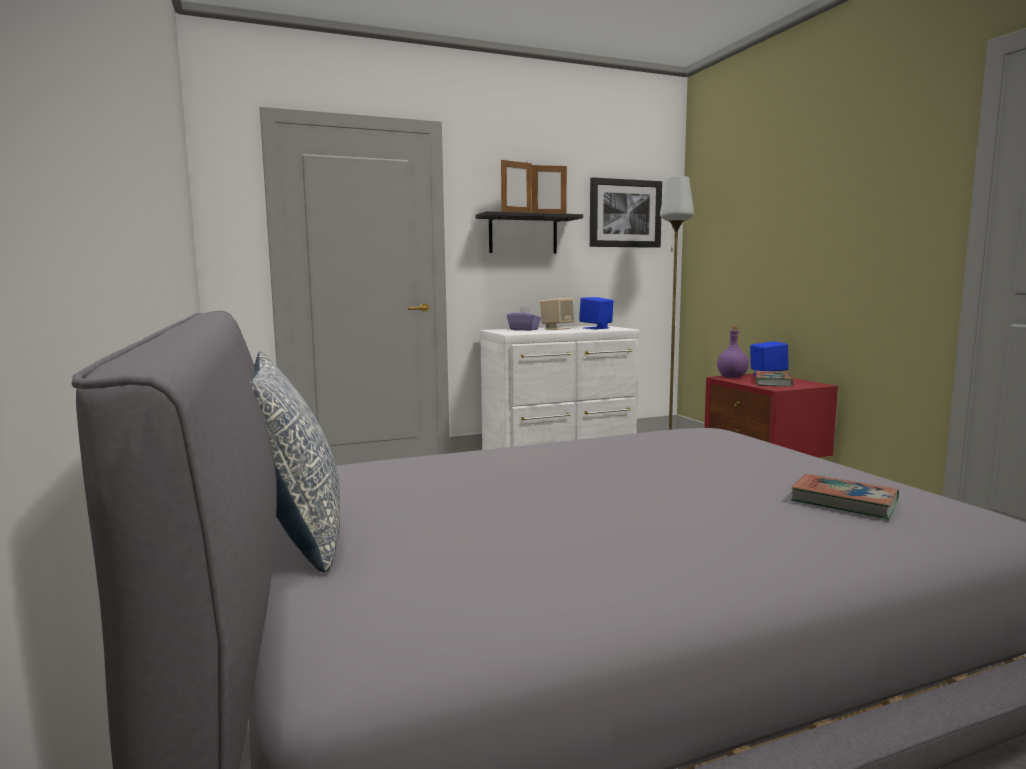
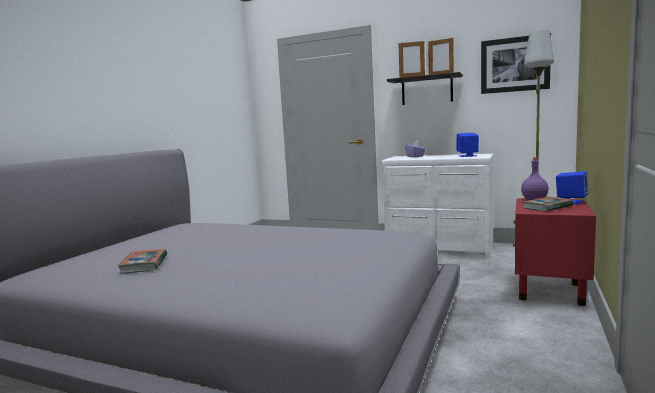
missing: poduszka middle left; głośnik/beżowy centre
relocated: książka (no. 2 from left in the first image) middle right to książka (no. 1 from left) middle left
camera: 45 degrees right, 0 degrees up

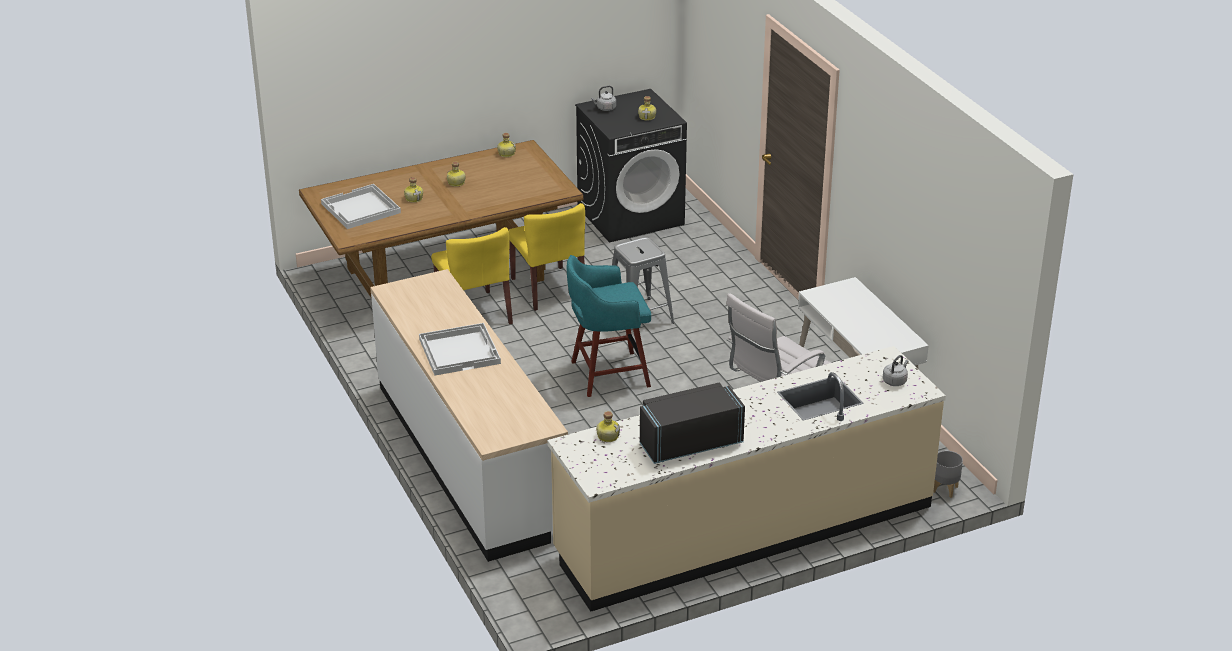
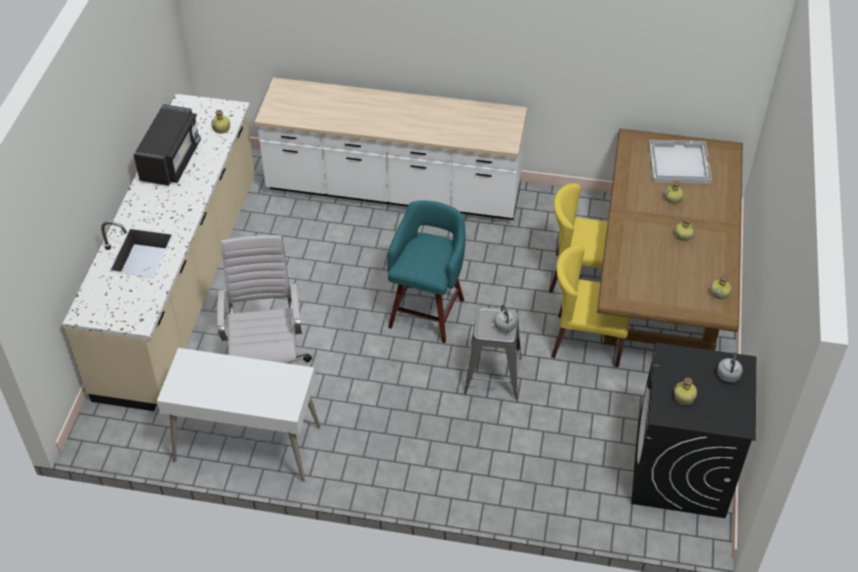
missing: taca/biały (no. 2 from left) centre; donica/szary bottom right
relocated: czajnik/szary (no. 2 from left in the first image) middle right to czajnik/szary (no. 1 from left) centre
camera: 125 degrees right, 15 degrees up

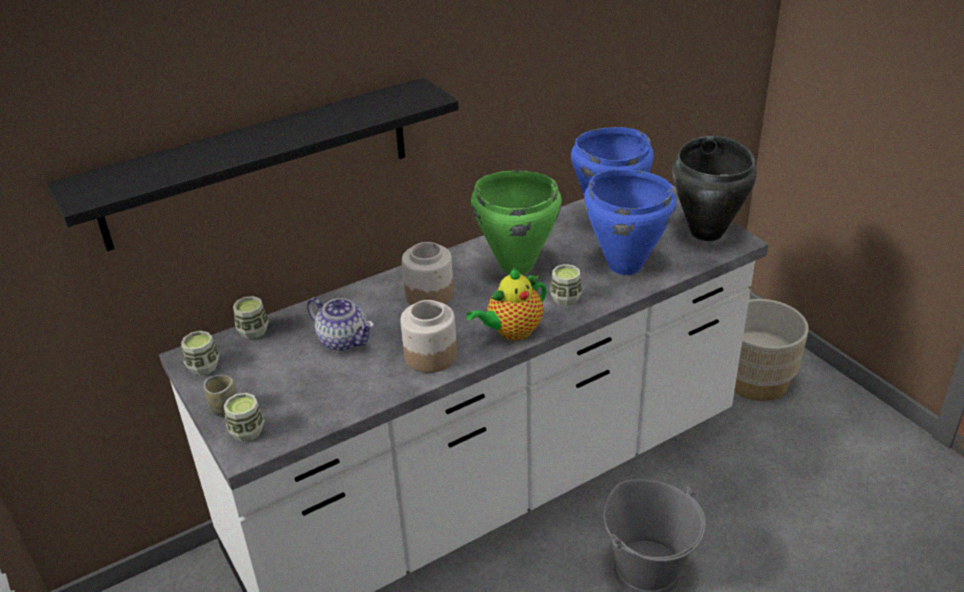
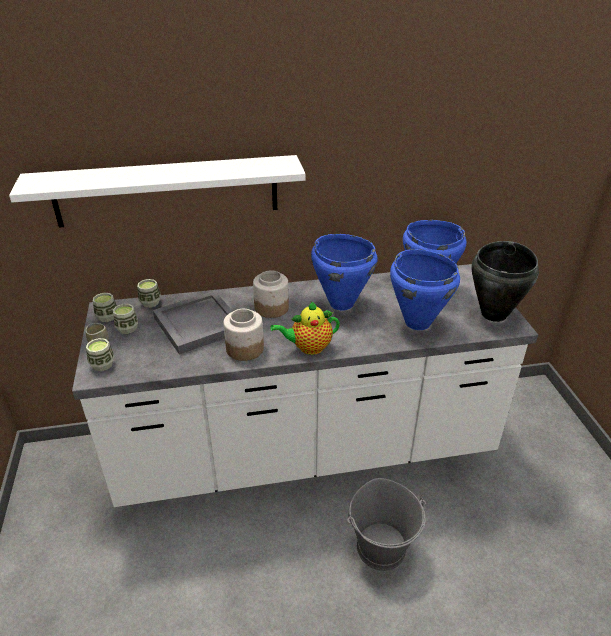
missing: donica/beżowy middle right
relocated: filiżanka (no. 5 from left in the first image) centre to filiżanka (no. 4 from left) middle left
exchanged: imbryk (no. 1 from left) centre to taca/szary middle left
colour: półka/czarny top left to półka/biały top left; garnek/zielony centre to garnek/niebieski (no. 1 from left) centre
camera: 20 degrees right, 0 degrees up

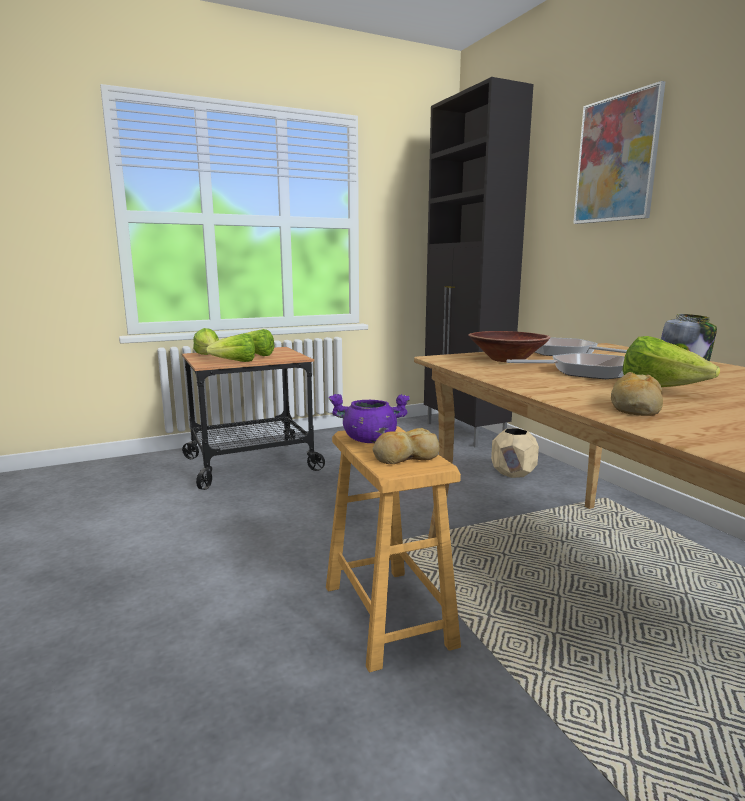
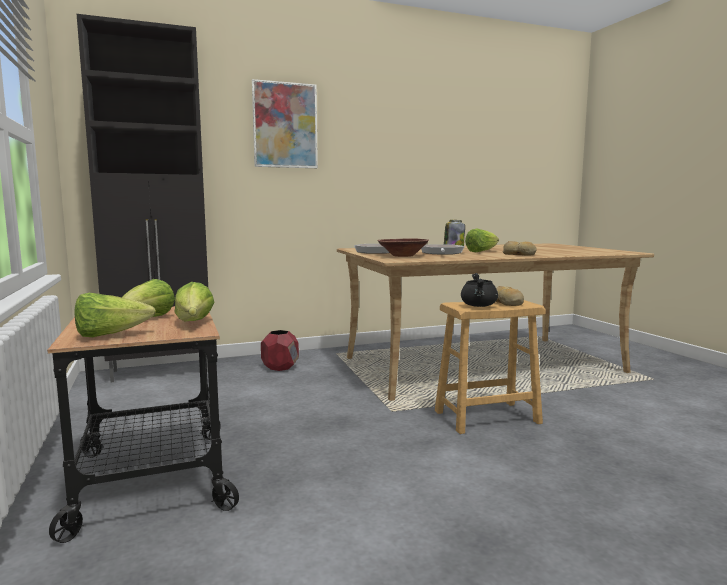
colour: garnek/fioletowy centre to garnek/czarny centre; donica/beżowy middle right to donica/czerwony centre
camera: 85 degrees left, 5 degrees down

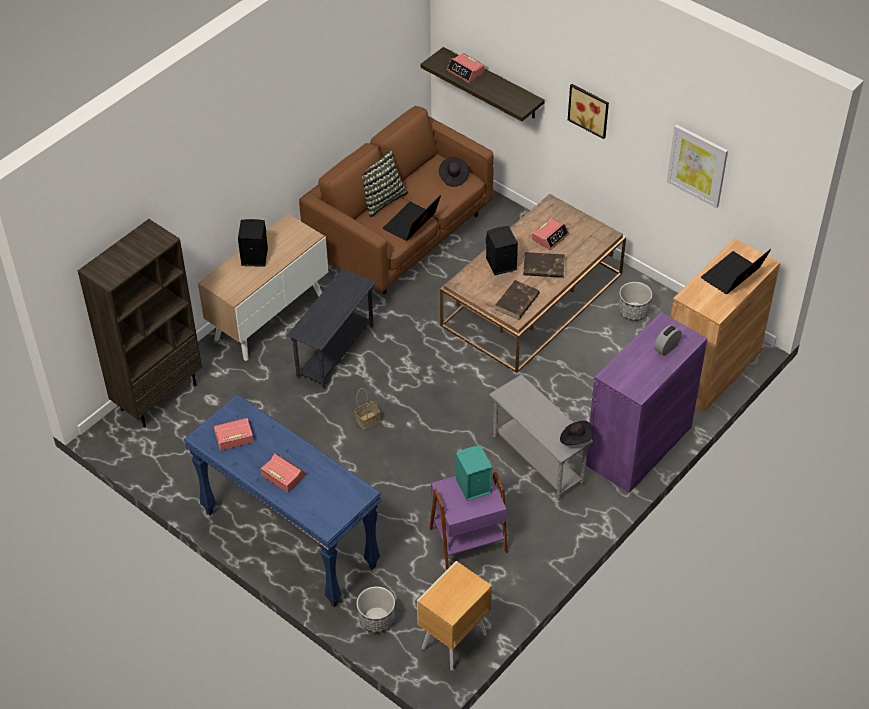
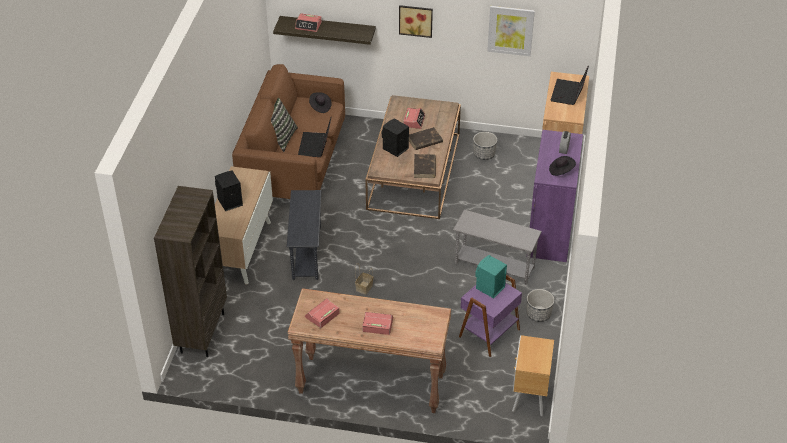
relocated: donica (no. 1 from left in the first image) bottom centre to donica (no. 2 from left) bottom right; kapelusz/czarny (no. 2 from left) centre to middle right
colour: stolik konsolowy/niebieski bottom left to stolik konsolowy/brązowy bottom centre
camera: 30 degrees left, 5 degrees down

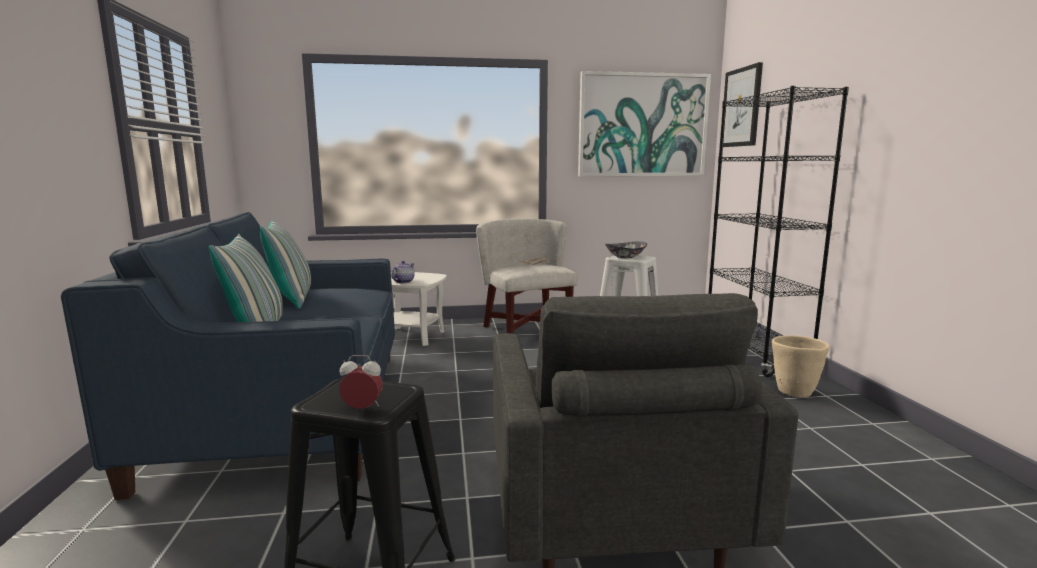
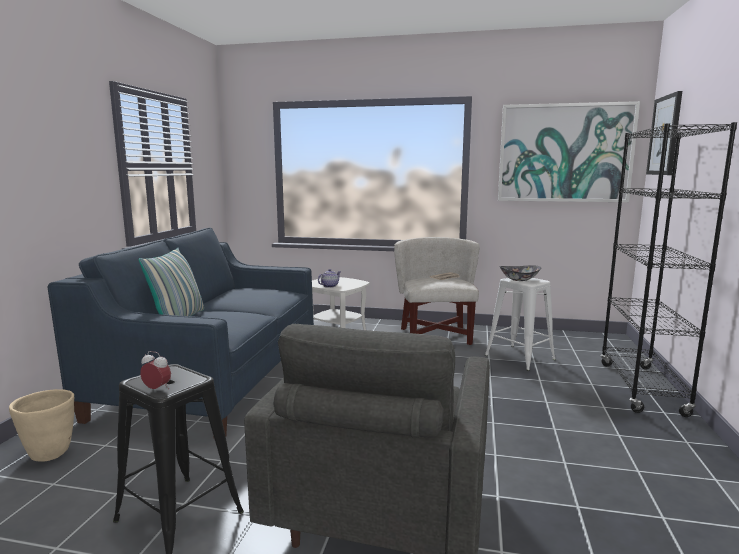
missing: poduszka (no. 2 from left) middle left
relocated: donica/beżowy middle right to bottom left
camera: 20 degrees right, 0 degrees up

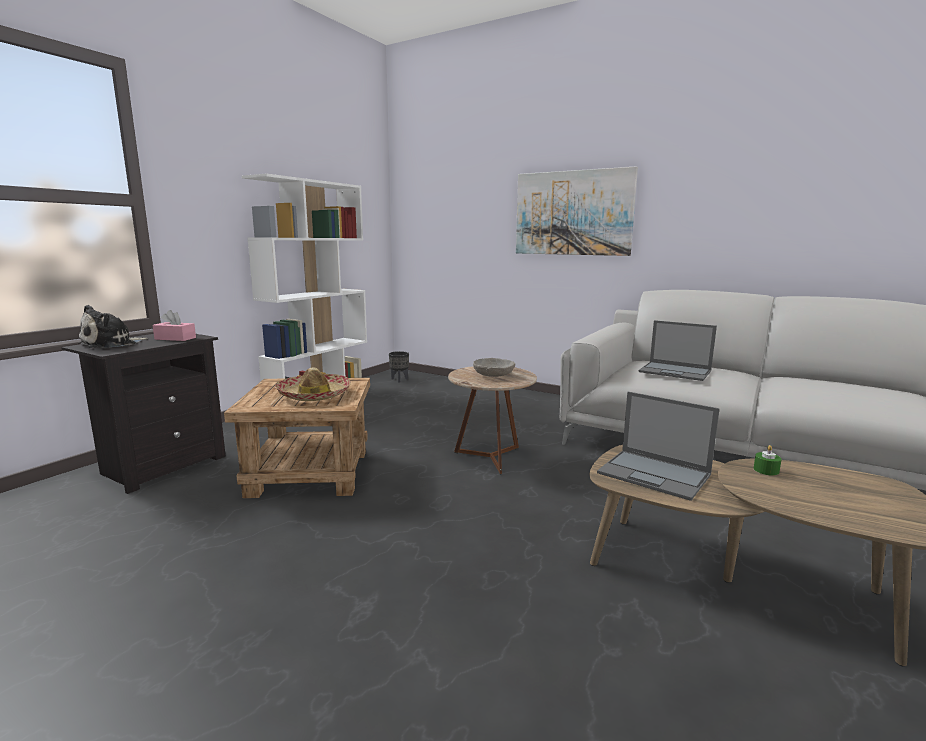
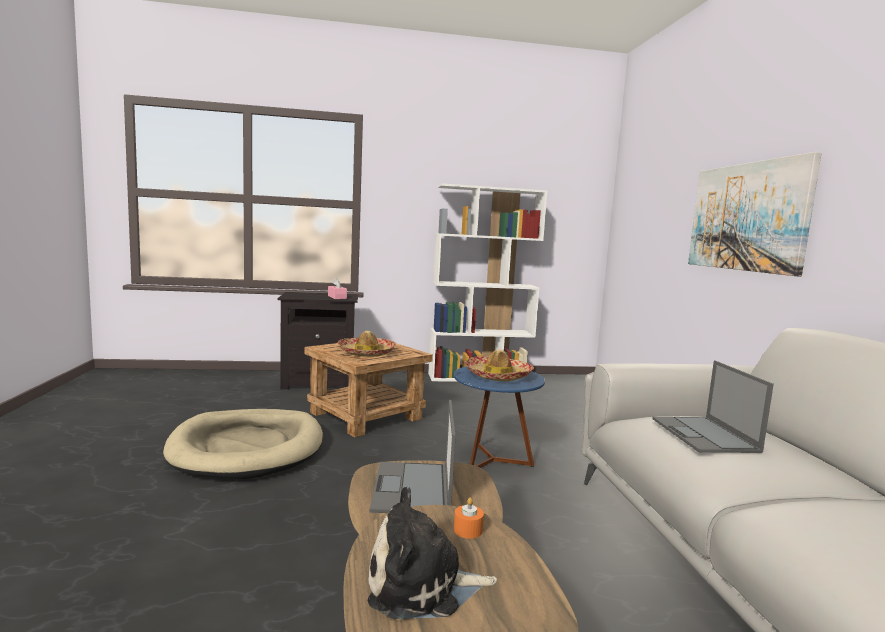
missing: donica/czarny centre
appeared: legowisko/beżowy bottom left
relocated: pluszak middle left to bottom centre
exchanged: miska/szary centre to kapelusz (no. 2 from left) centre
colour: stolik/brązowy (no. 2 from left) centre to stolik/niebieski centre; świeca/zielony middle right to świeca/pomarańczowy bottom centre
camera: 50 degrees right, 5 degrees down

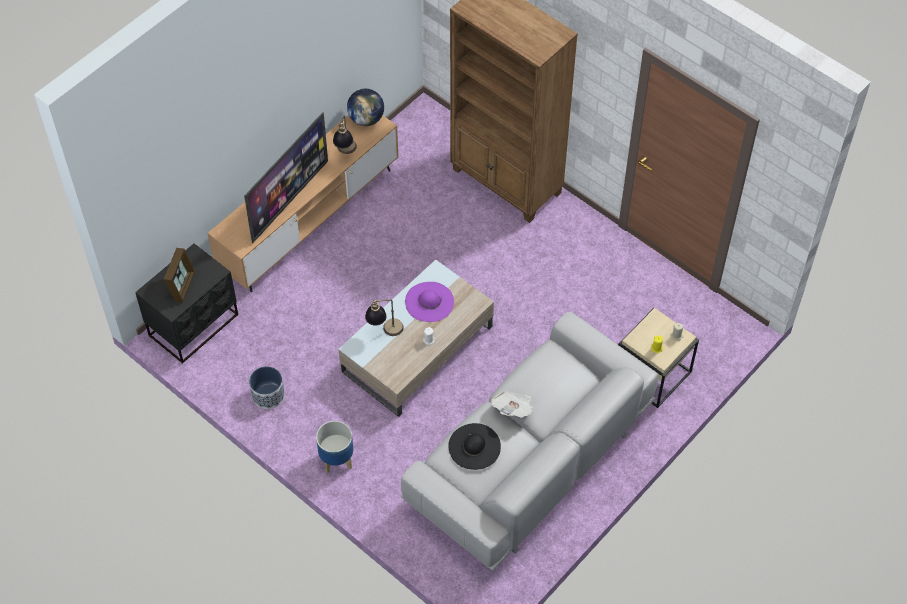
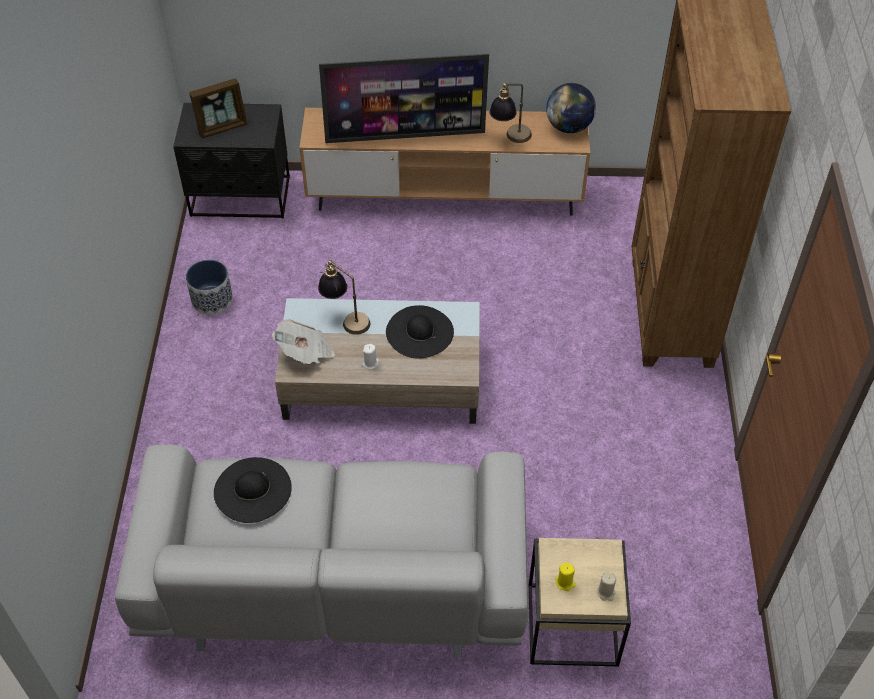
missing: donica (no. 2 from left) bottom centre
relocated: gazeta bottom centre to centre
colour: kapelusz/fioletowy centre to kapelusz/czarny (no. 2 from left) centre
camera: 50 degrees right, 5 degrees down

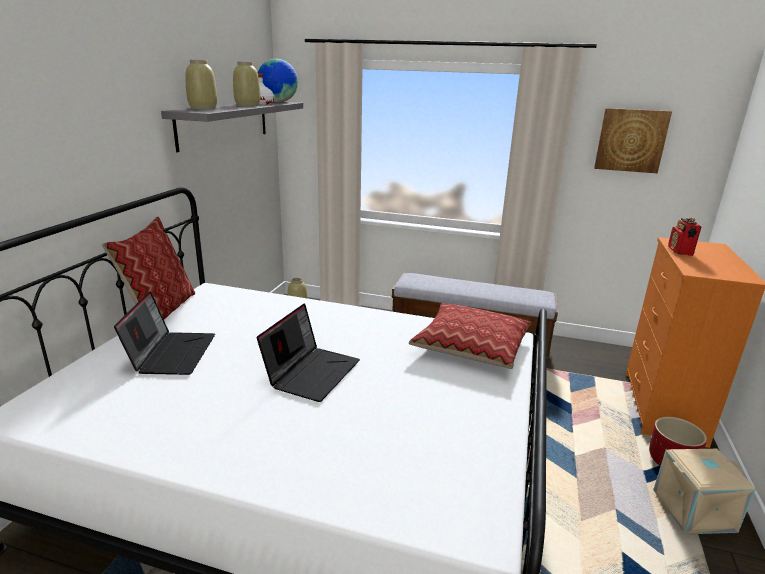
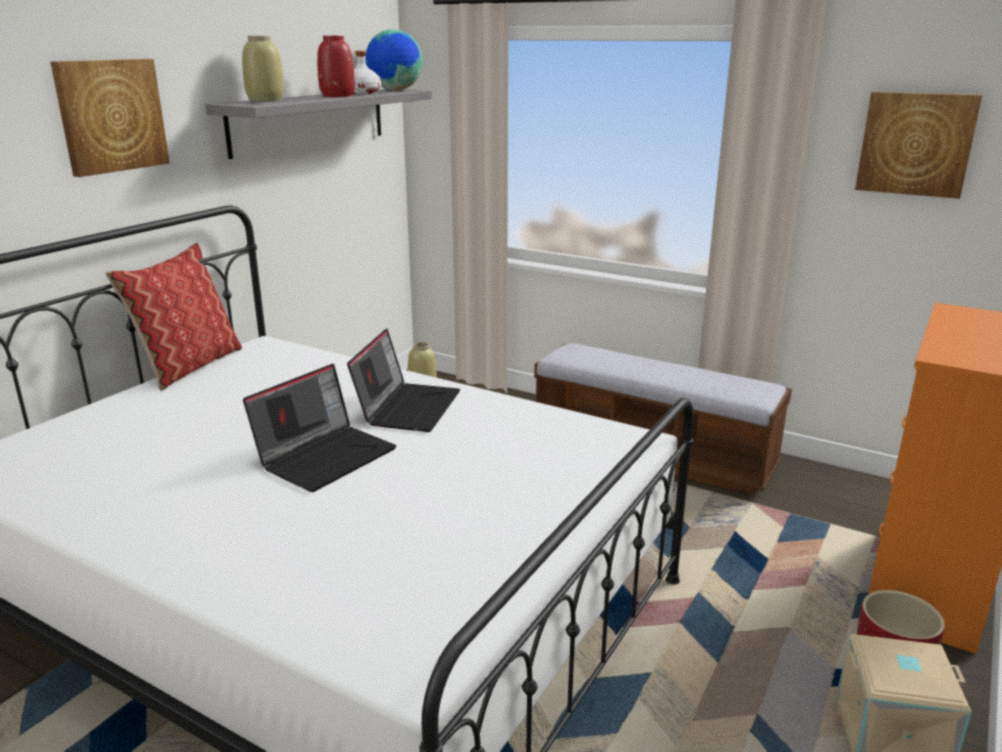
missing: poduszka (no. 2 from left) centre; radio middle right
appeared: obraz (no. 1 from left) top left
relocated: laptop (no. 1 from left in the first image) middle left to laptop (no. 2 from left) centre
colour: wazon/beżowy (no. 2 from left) top left to wazon/czerwony top centre
camera: 15 degrees right, 0 degrees up

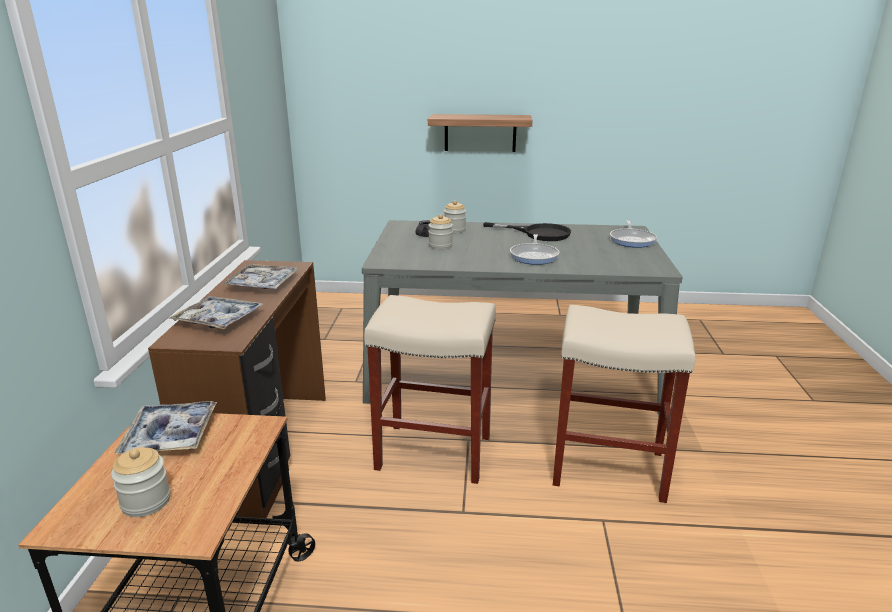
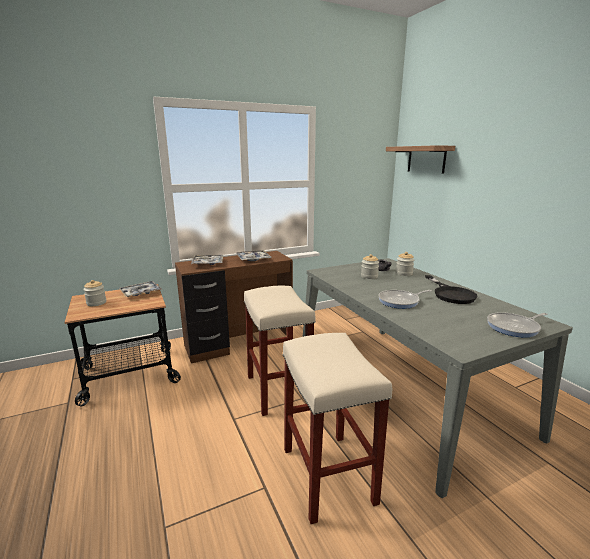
relocated: półka top centre to top right
camera: 60 degrees right, 5 degrees down

